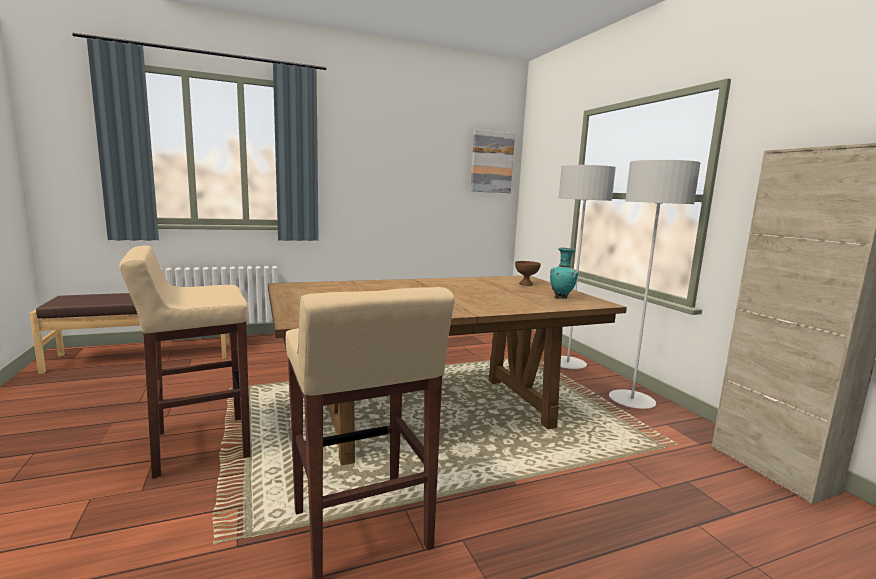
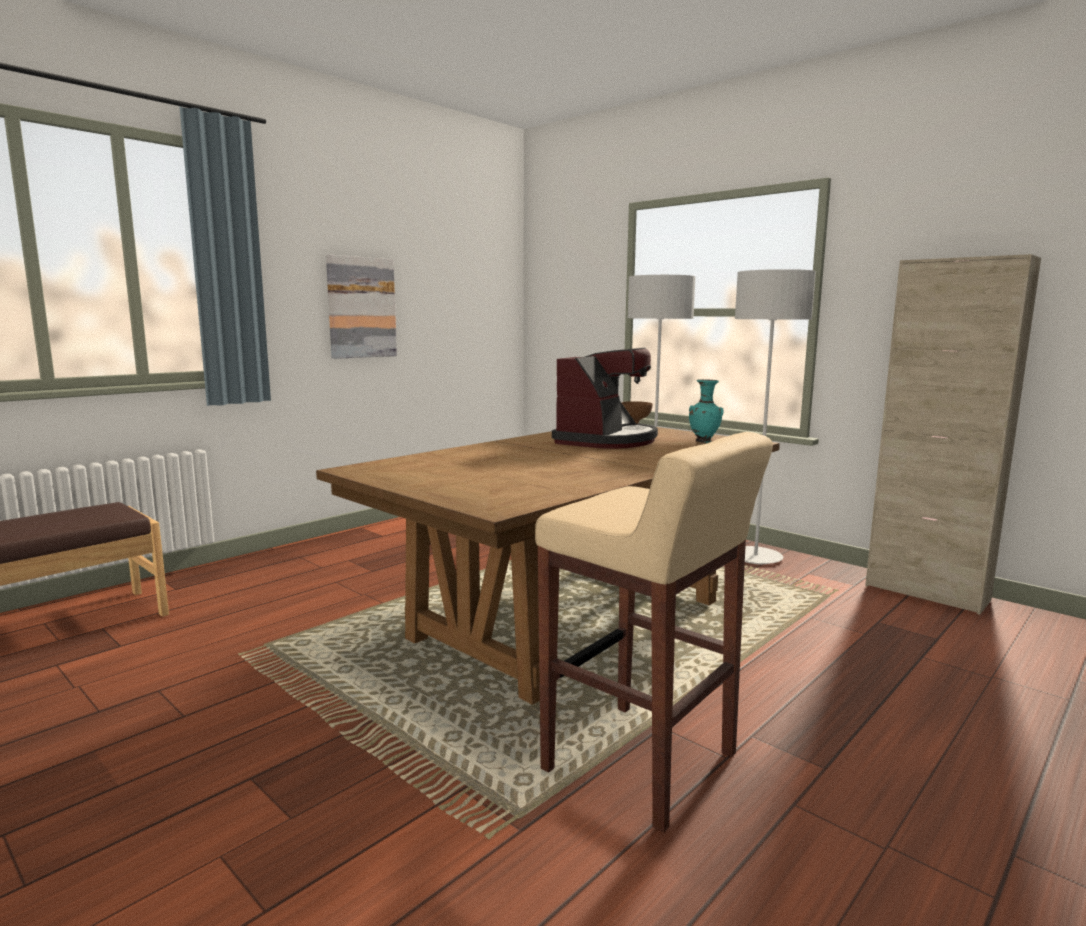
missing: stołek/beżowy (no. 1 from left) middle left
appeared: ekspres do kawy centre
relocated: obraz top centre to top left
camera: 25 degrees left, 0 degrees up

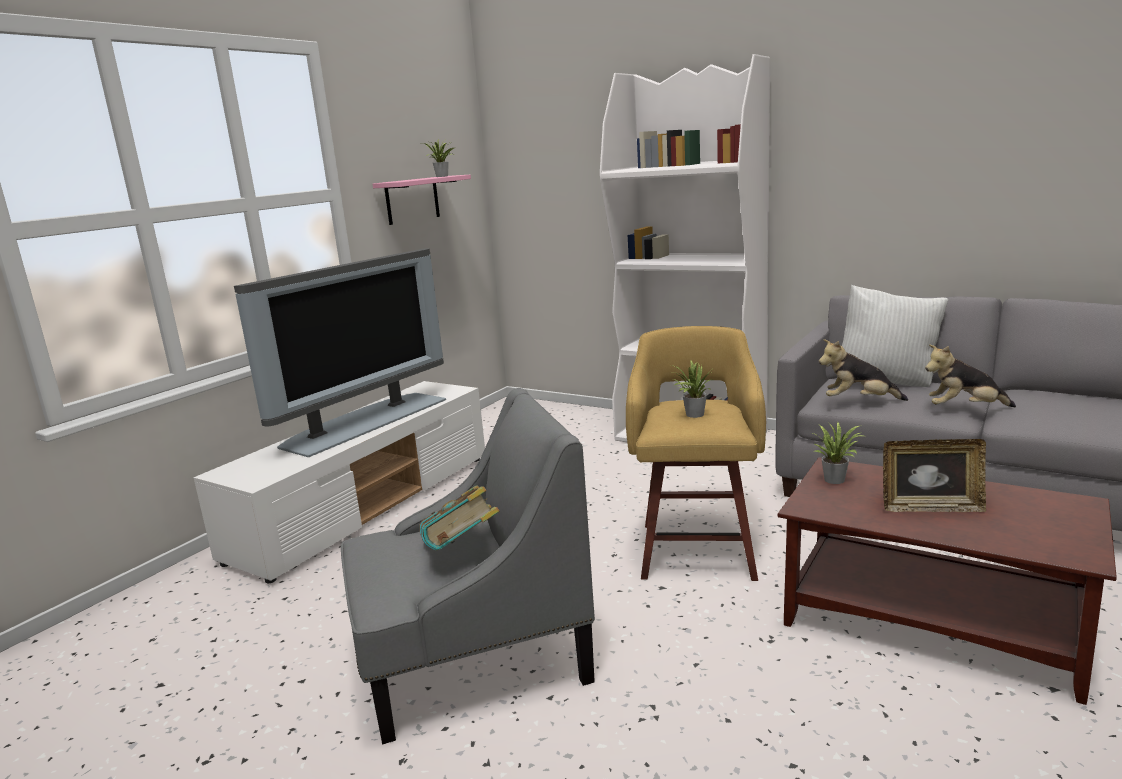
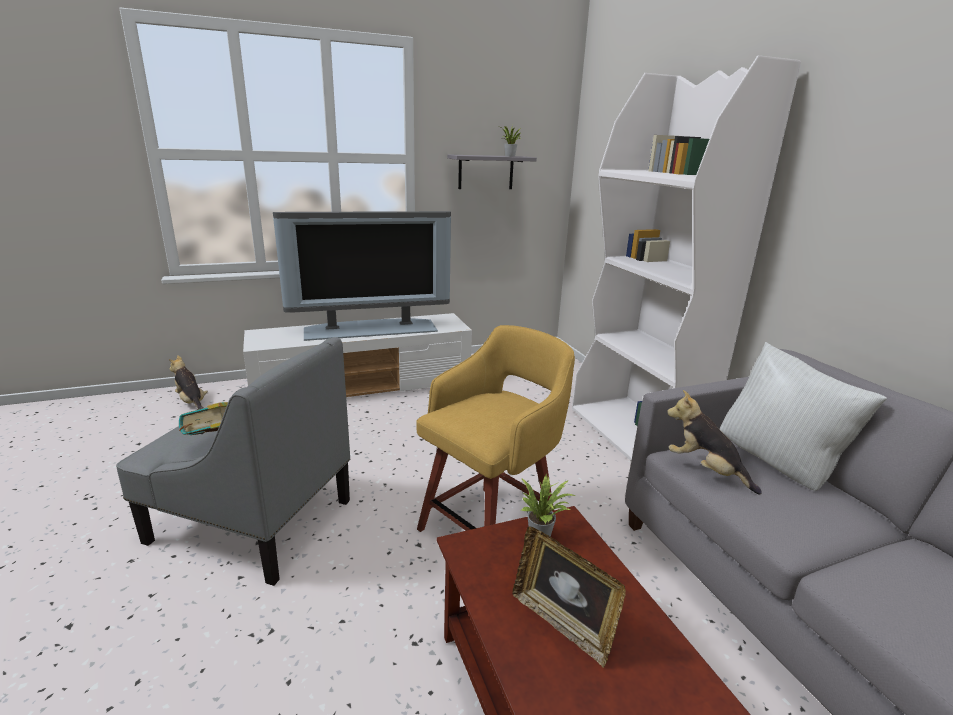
missing: roślina doniczkowa (no. 2 from left) centre
relocated: pluszak (no. 2 from left in the first image) middle right to pluszak (no. 1 from left) middle left
colour: półka/różowy top centre to półka/szary top centre
camera: 35 degrees right, 5 degrees up

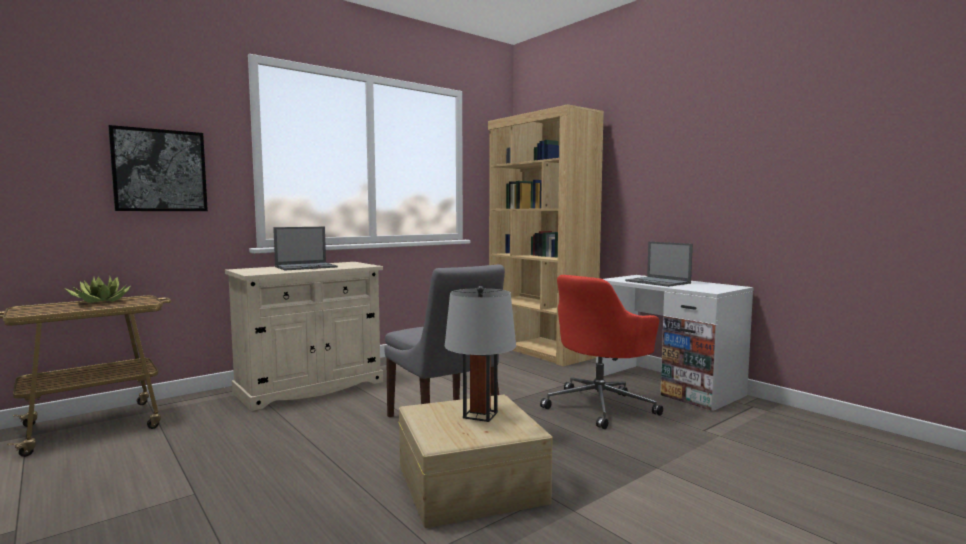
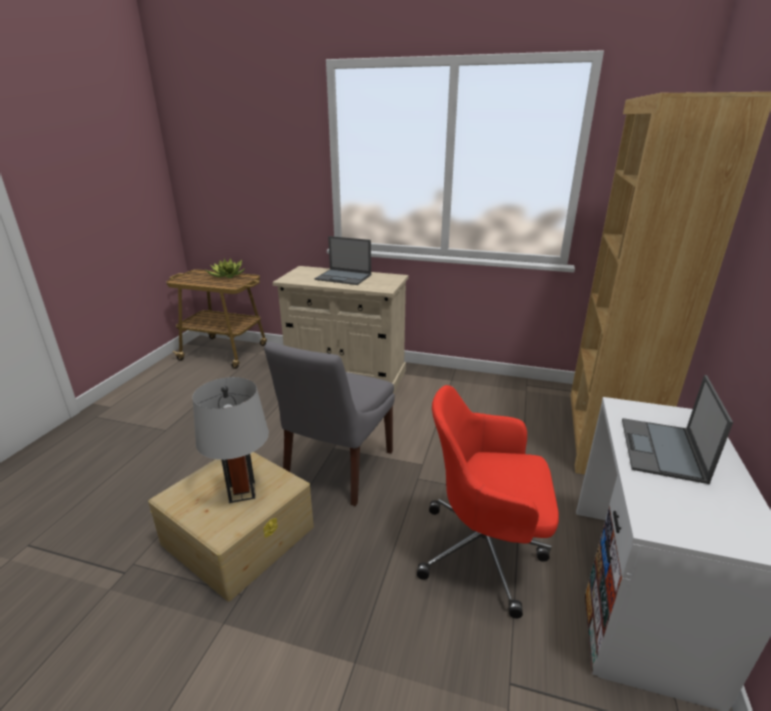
missing: obraz top left
camera: 55 degrees right, 20 degrees up

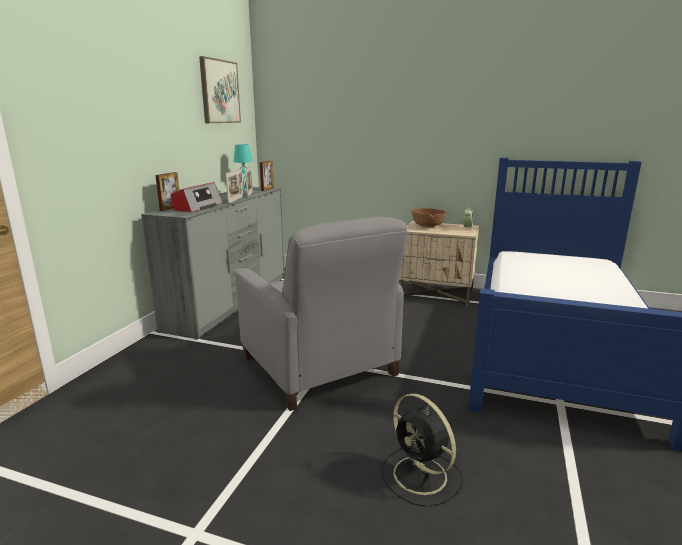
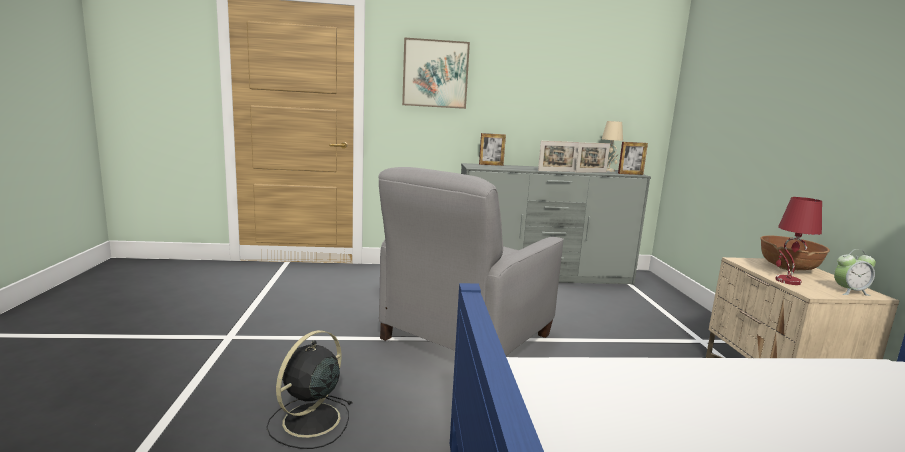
missing: radio middle left
appeared: lampa stołowa/czerwony middle right
relocated: obraz top left to top centre
colour: lampa stołowa/turkusowy top centre to lampa stołowa/beżowy top right
camera: 65 degrees right, 5 degrees down

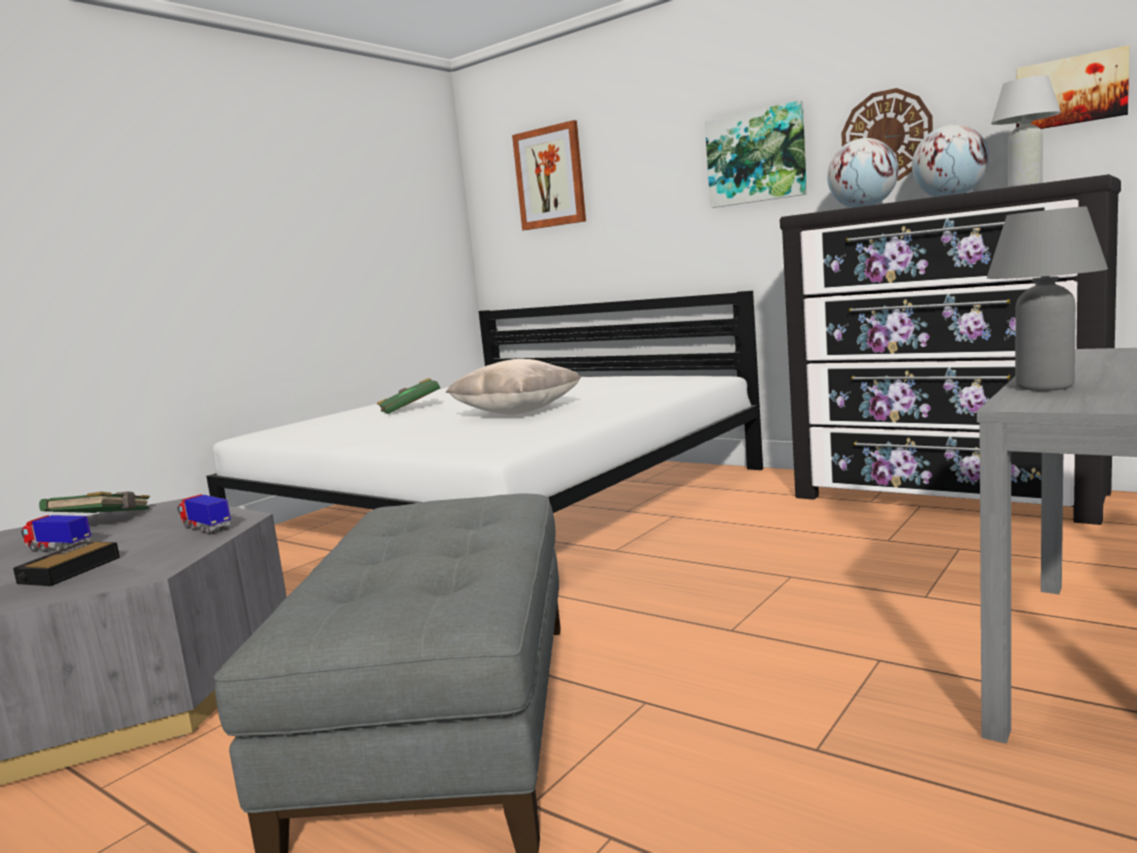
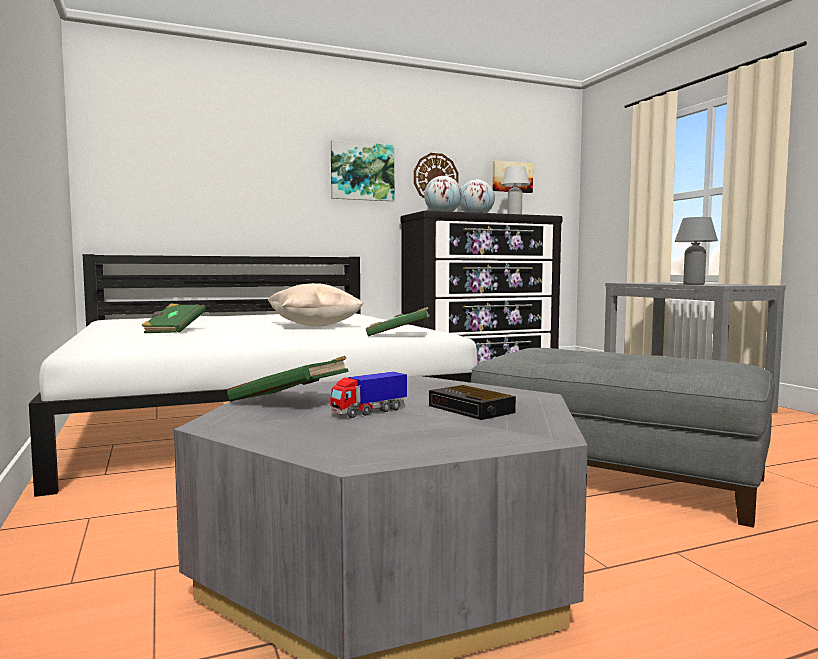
missing: ciężarówka zabawkowa (no. 2 from left) middle left; obraz (no. 1 from left) top centre
appeared: książka/zielony (no. 3 from left) centre
camera: 60 degrees left, 5 degrees down

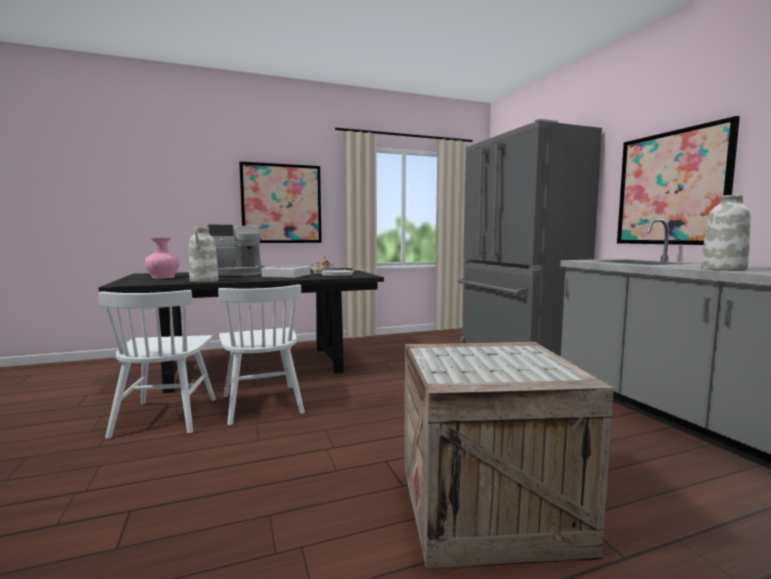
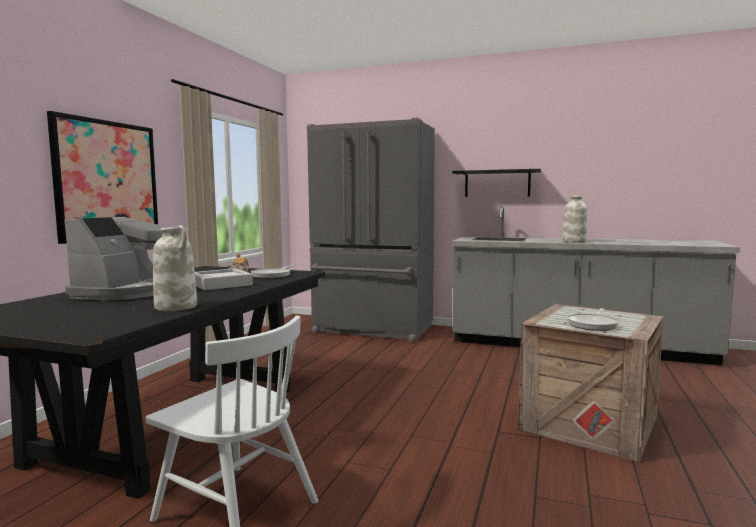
missing: wazon/różowy middle left; krzesło/biały (no. 2 from left) centre
appeared: patelnia (no. 2 from left) middle right
exchanged: obraz (no. 2 from left) top right to półka/czarny centre
camera: 50 degrees left, 0 degrees up

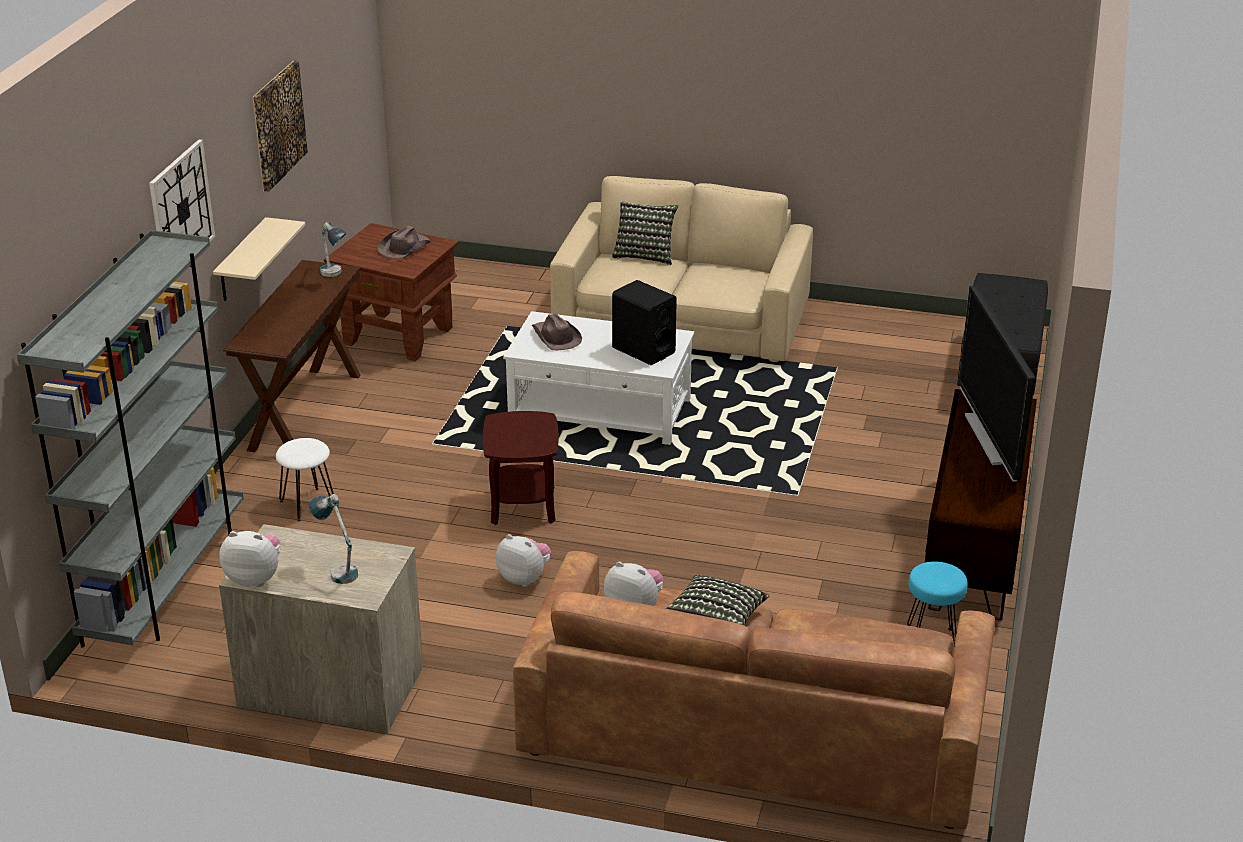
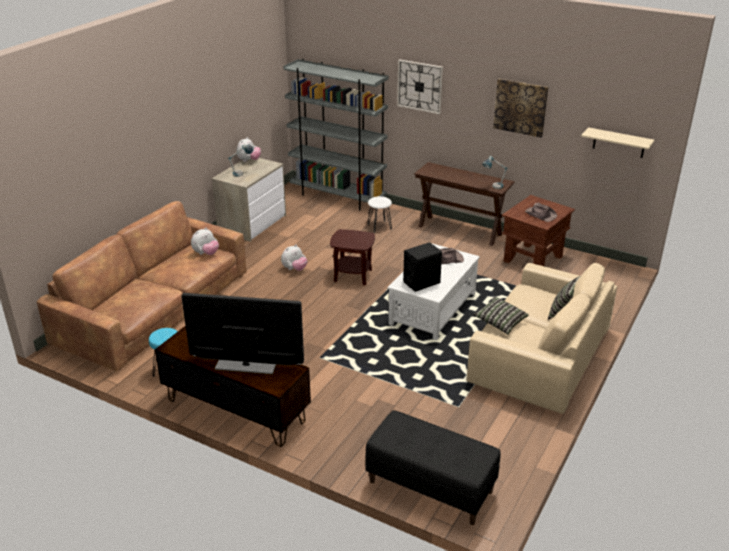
relocated: półka/beżowy top left to top right; poduszka (no. 2 from left in the first image) bottom centre to poduszka (no. 1 from left) middle right
camera: 105 degrees right, 0 degrees up

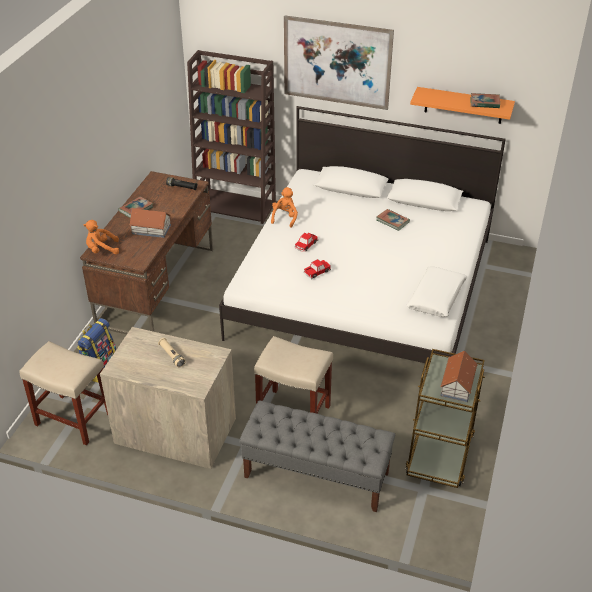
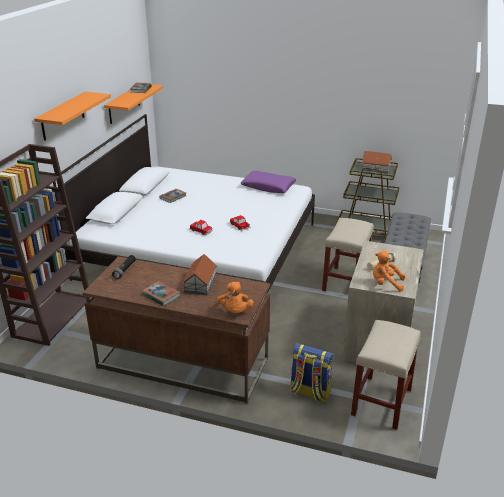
relocated: pluszak/pomarańczowy (no. 2 from left) centre to middle right
exchanged: obraz top centre to półka/pomarańczowy (no. 1 from left) top left
colour: poduszka/biały middle right to poduszka/fioletowy centre
camera: 90 degrees left, 10 degrees down

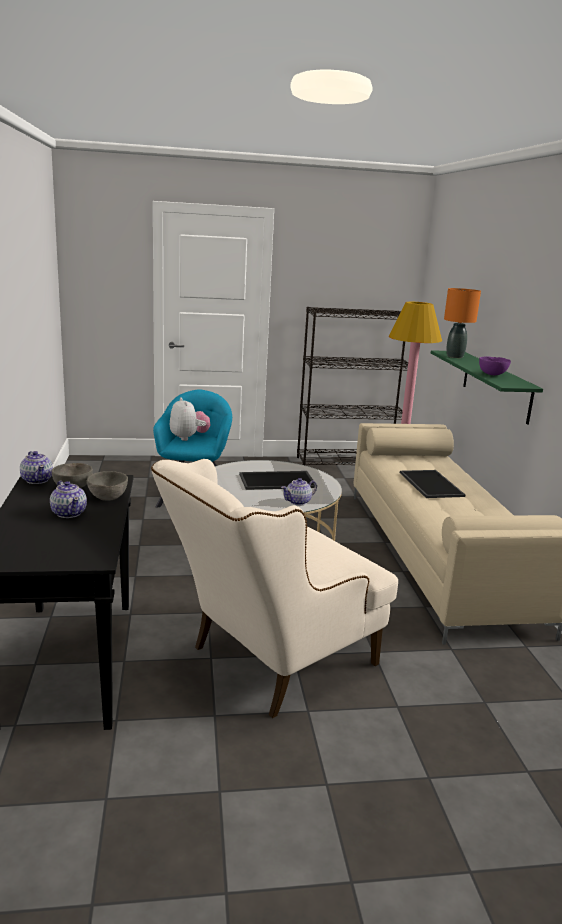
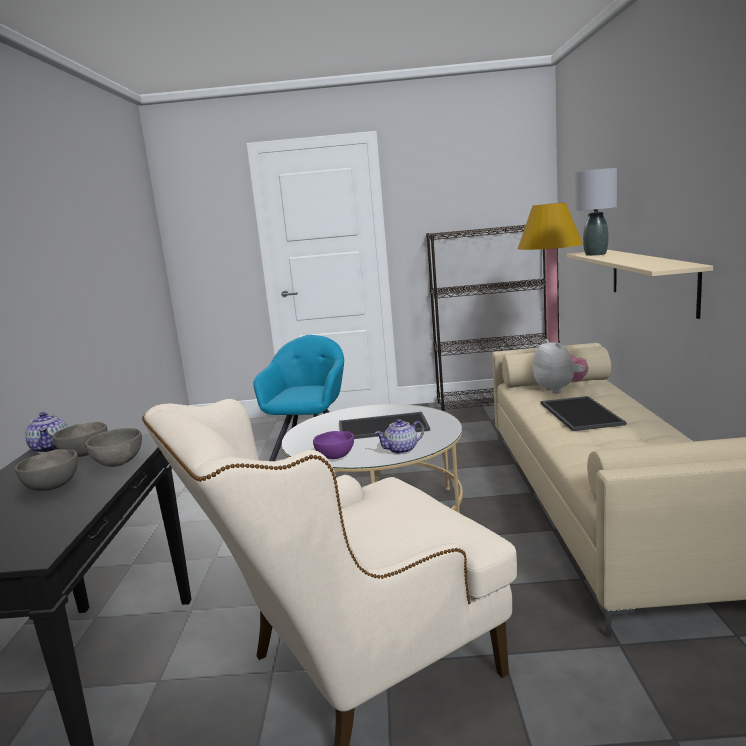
relocated: pluszak centre to middle right; miska/fioletowy middle right to centre
exchanged: imbryk (no. 2 from left) middle left to miska/szary (no. 1 from left) middle left
colour: półka/zielony middle right to półka/beżowy middle right; lampa stołowa/pomarańczowy middle right to lampa stołowa/szary top right
camera: 10 degrees right, 5 degrees down

